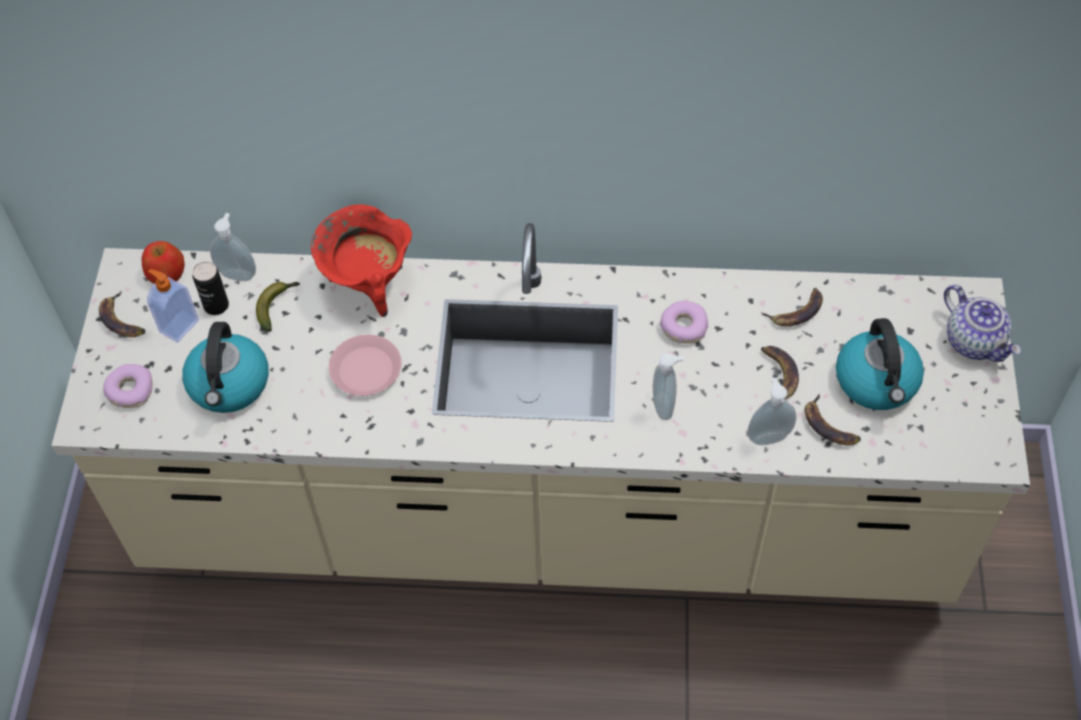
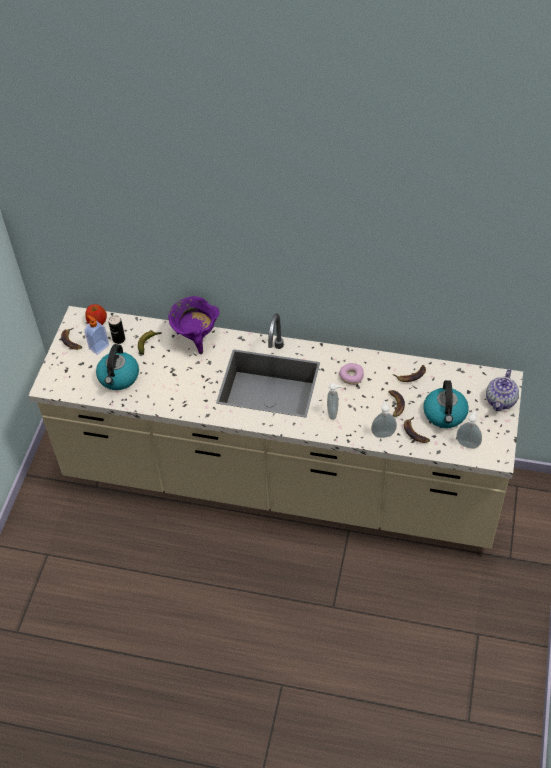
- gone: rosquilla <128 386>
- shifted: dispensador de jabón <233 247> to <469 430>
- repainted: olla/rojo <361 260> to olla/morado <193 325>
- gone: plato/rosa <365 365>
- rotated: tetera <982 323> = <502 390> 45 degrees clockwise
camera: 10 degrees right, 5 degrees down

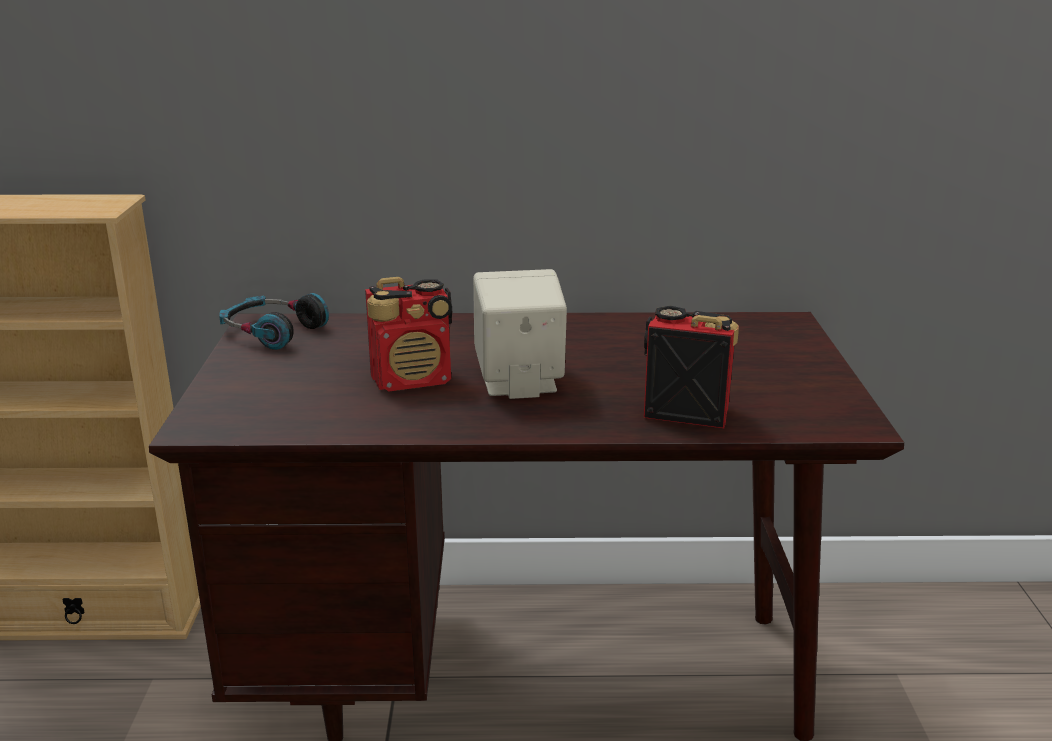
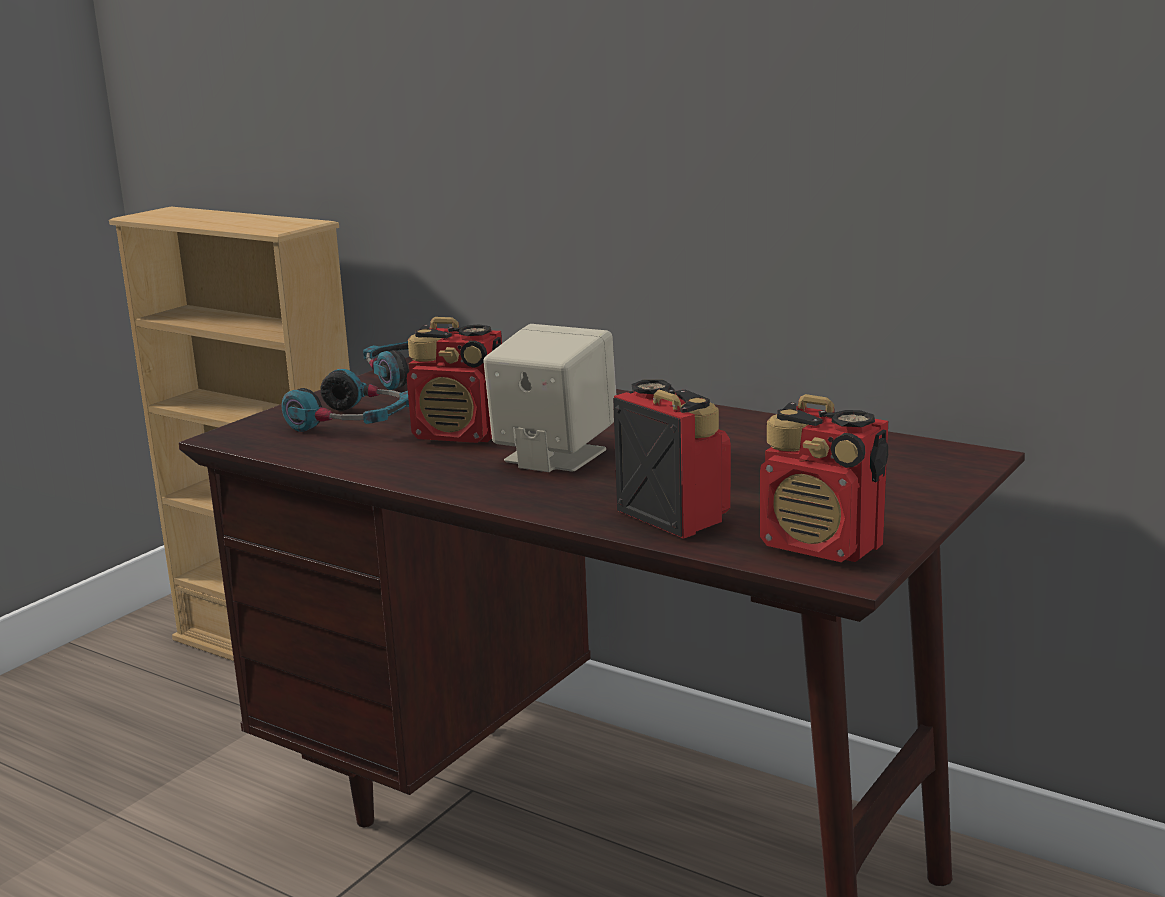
- new: auriculares <345 400>
- new: radio <824 478>
camera: 35 degrees right, 5 degrees down

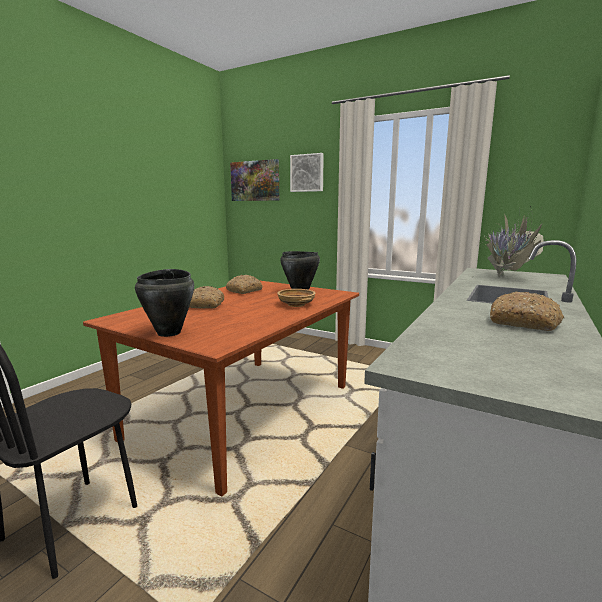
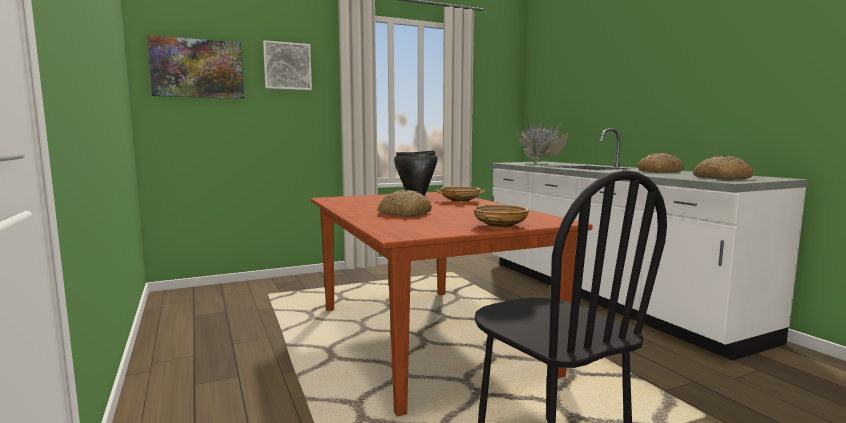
- swapped: olla/negro <164 303> to cuenco/beis <501 217>
- shifted: pan <244 284> to <723 168>
camera: 55 degrees left, 5 degrees down

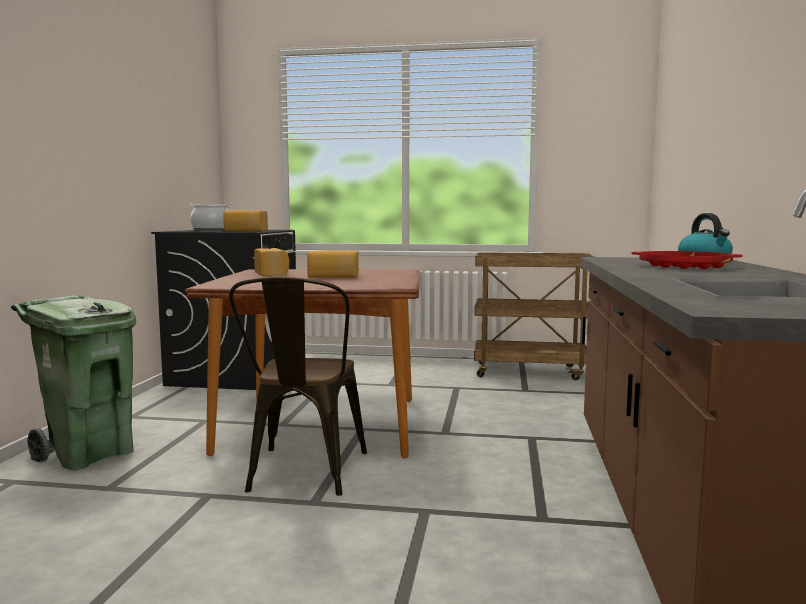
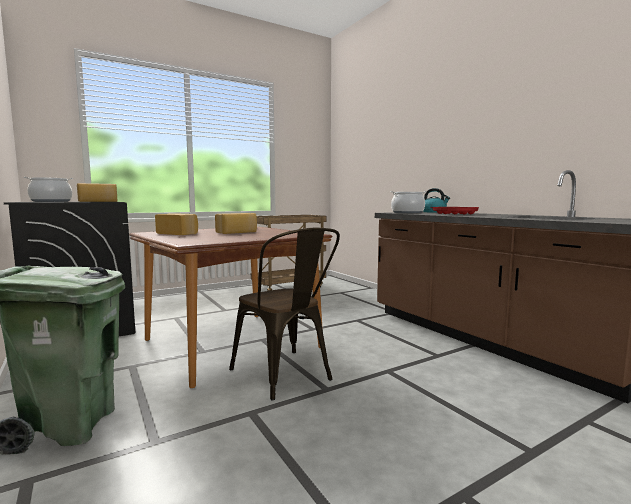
- new: olla <408 202>
camera: 40 degrees left, 0 degrees up

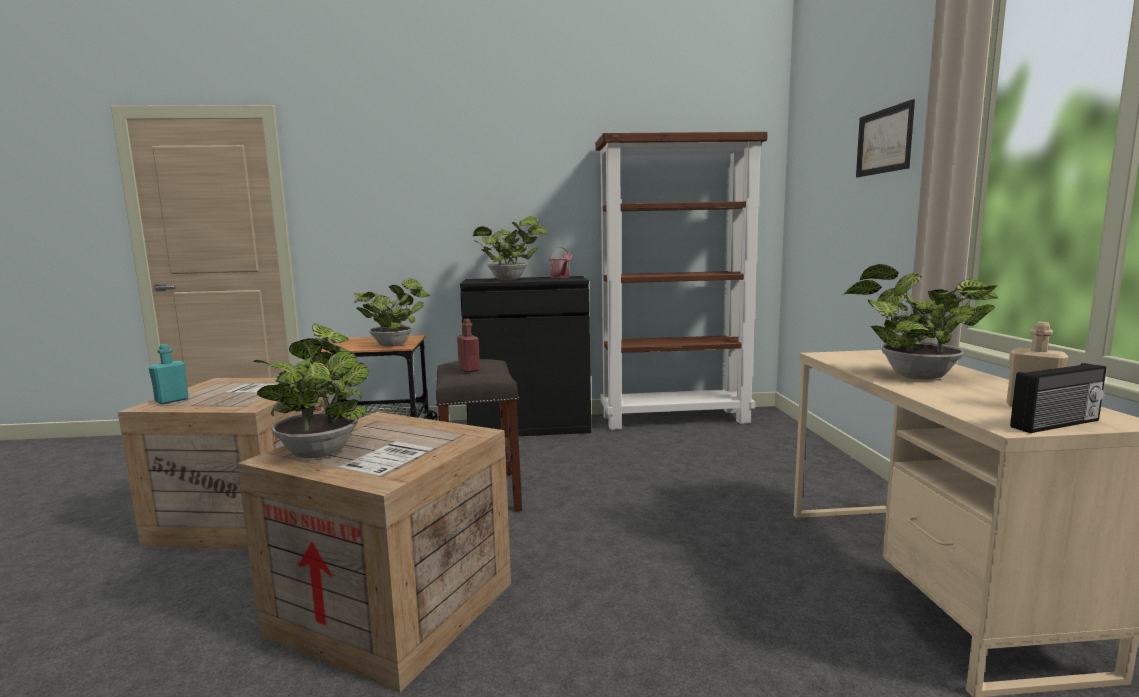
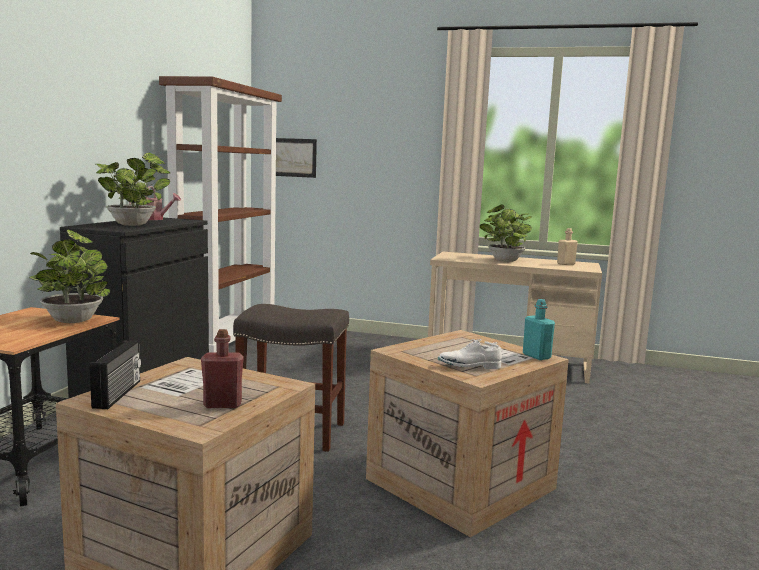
- shifted: botella/turquesa <168 374> to <539 329>
- swapped: planta en maceta <311 391> to zapato/blanco <470 354>
- shifted: botella/rojo <468 345> to <222 368>
- shifted: cuadro <885 138> to <296 158>
- shifted: radio <1058 398> to <115 374>
camera: 70 degrees left, 0 degrees up

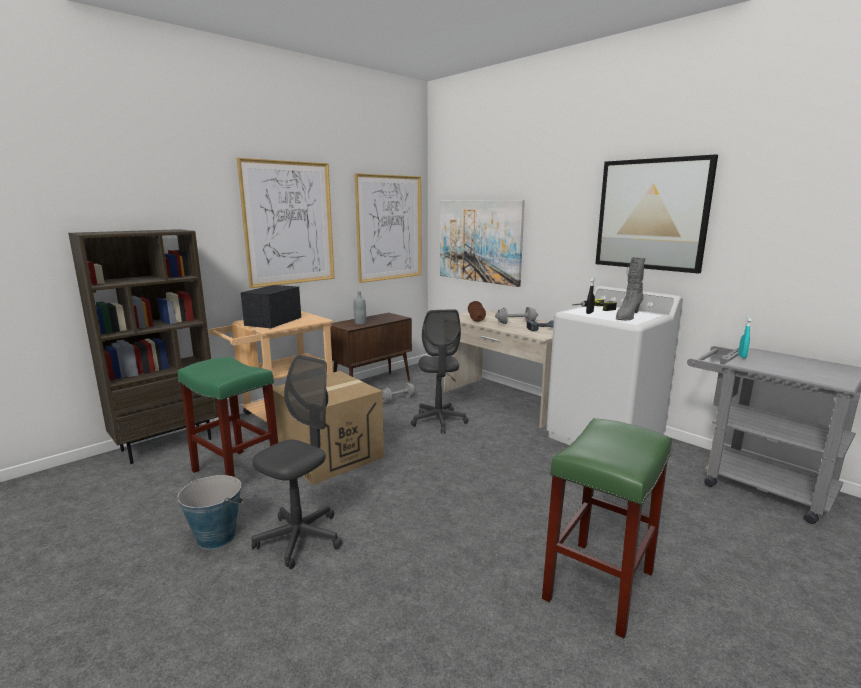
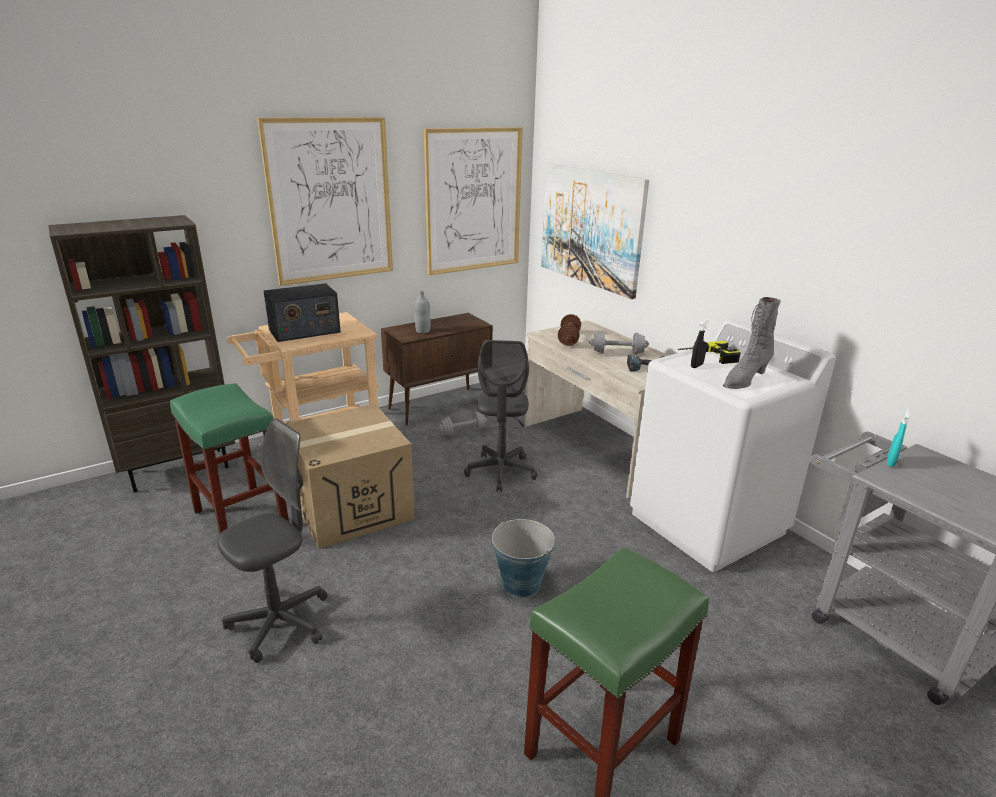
- shifted: cubo <210 512> to <523 558>
- rotated: radio <271 306> = <302 312> 150 degrees counterclockwise
- gone: cuadro <657 214>
camera: 10 degrees right, 10 degrees up

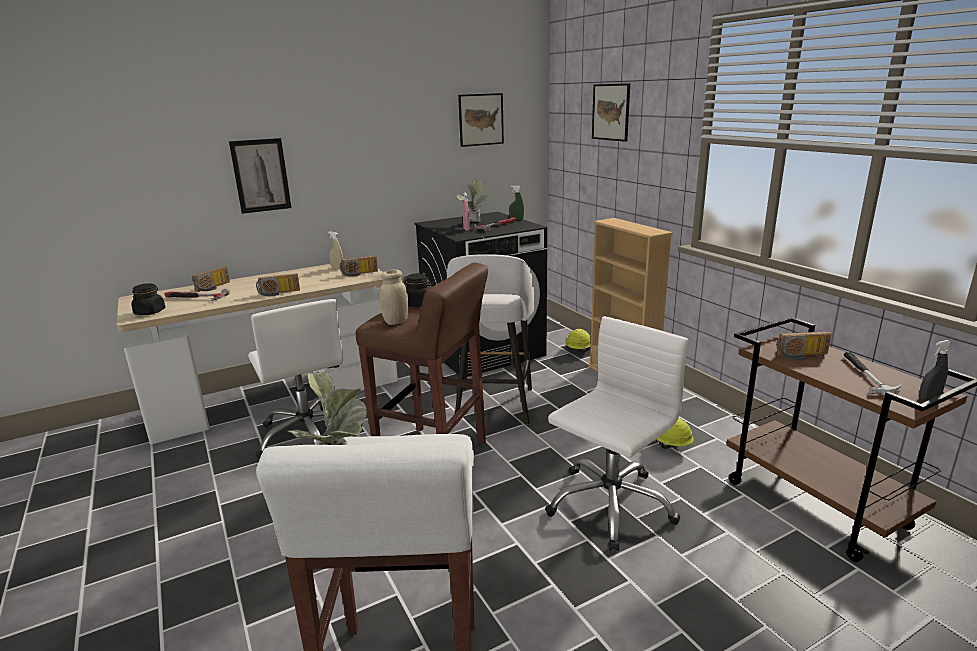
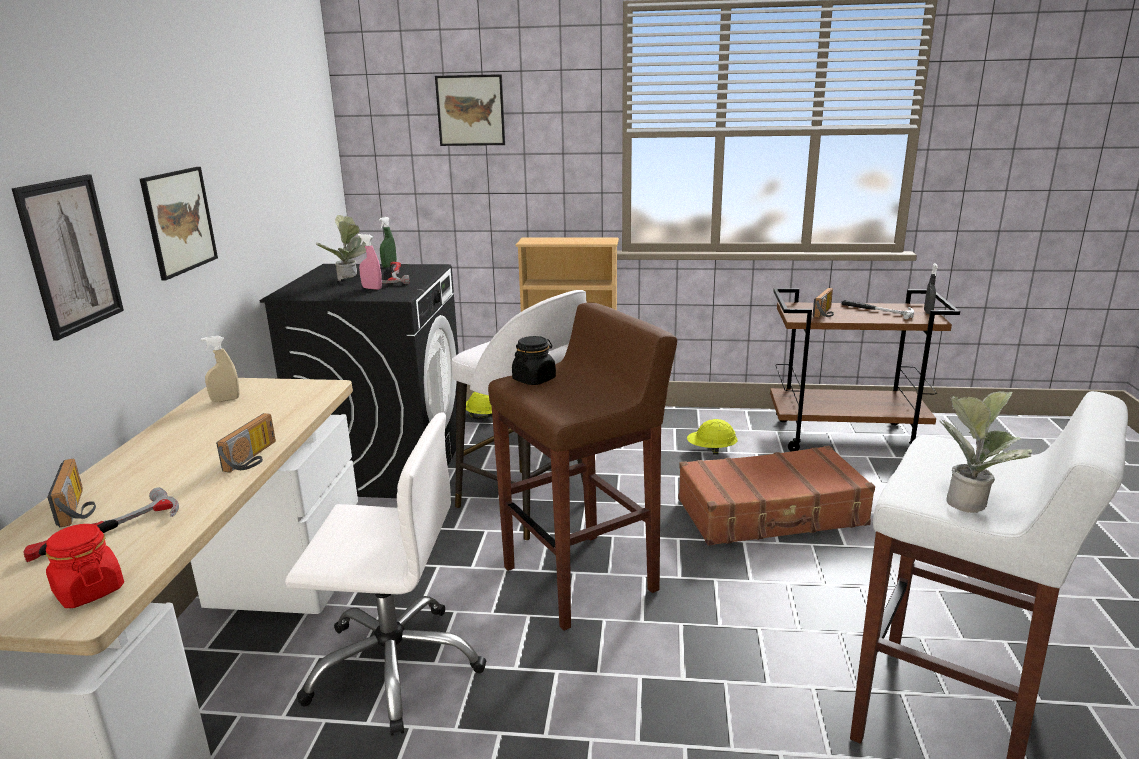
- repainted: tarro/negro <148 299> to tarro/rojo <85 566>
- gone: radio <359 266>
- gone: tarro/beis <394 297>
- shifted: cuadro <481 120> to <179 224>
- swapped: silla de oficina/blanco <617 433> to maleta/marrón <776 496>
camera: 55 degrees left, 0 degrees up

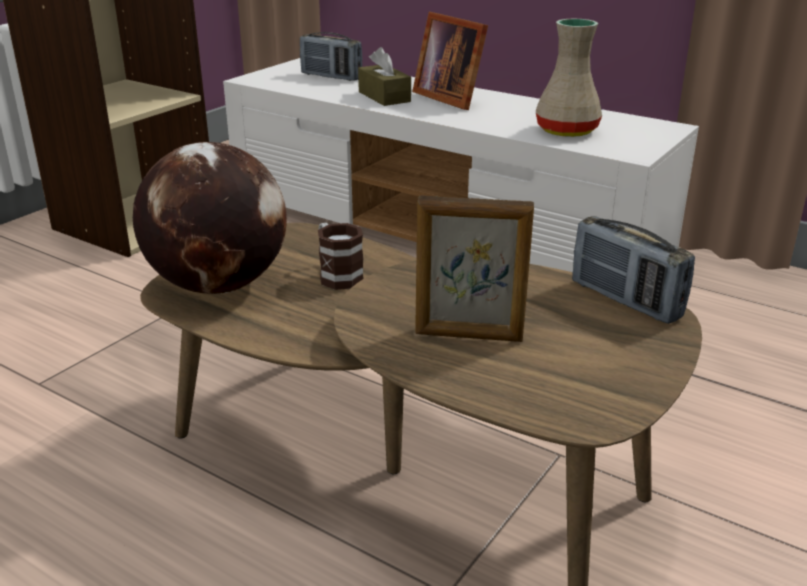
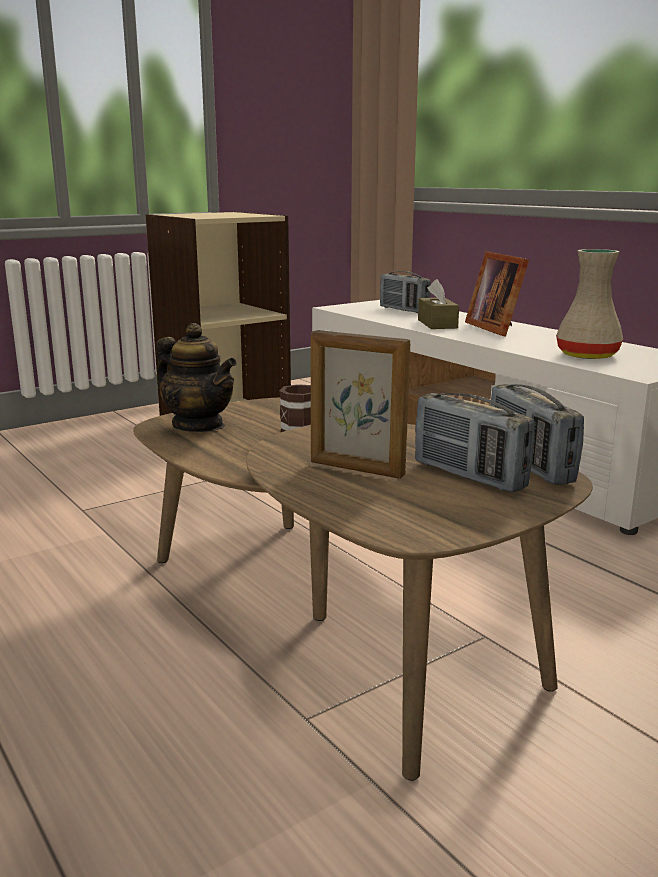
- swapped: globo terráqueo <210 218> to tetera <196 377>
- new: radio <475 442>
camera: 20 degrees right, 10 degrees down

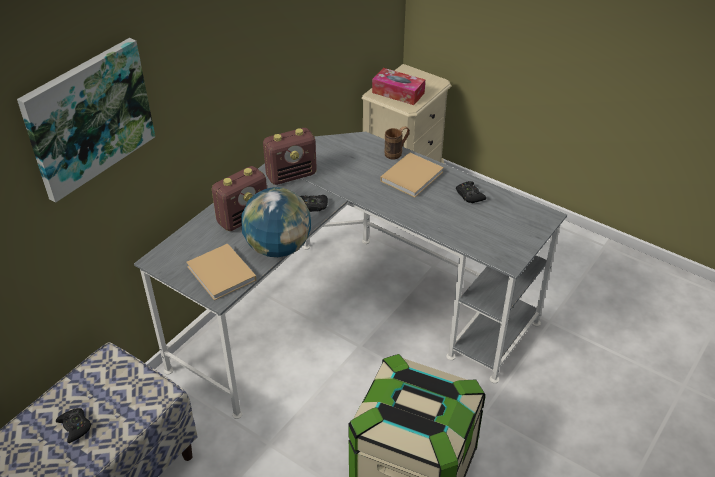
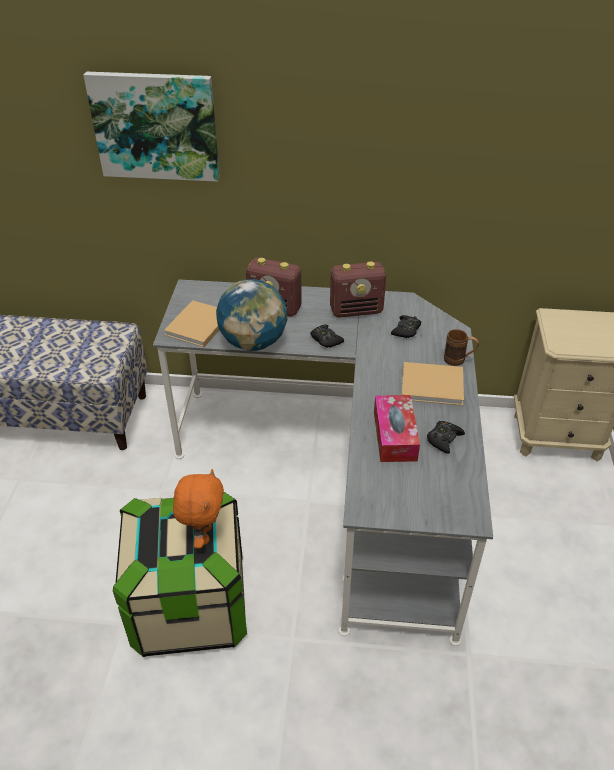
- shifted: mando de consola/negro <73 425> to <406 326>
- rotated: radio <290 156> = <358 290> 45 degrees counterclockwise
- shifted: caja de pañuelos <398 86> to <397 428>
- new: peluche/naranja <198 508>
camera: 60 degrees right, 0 degrees up

